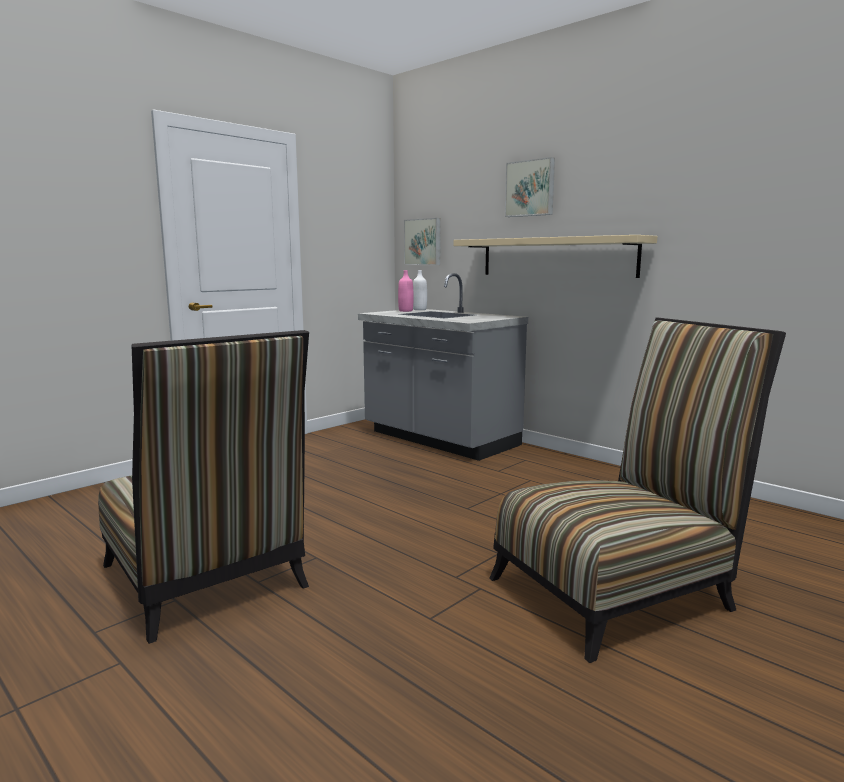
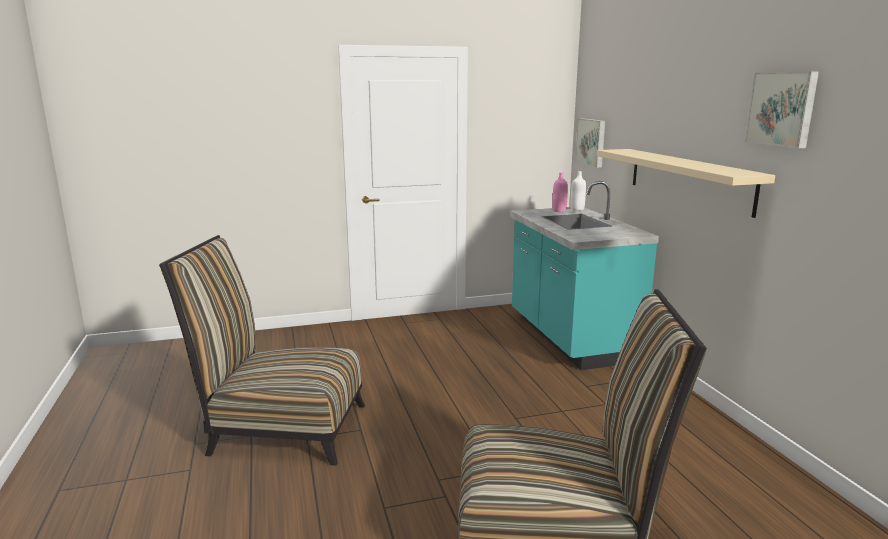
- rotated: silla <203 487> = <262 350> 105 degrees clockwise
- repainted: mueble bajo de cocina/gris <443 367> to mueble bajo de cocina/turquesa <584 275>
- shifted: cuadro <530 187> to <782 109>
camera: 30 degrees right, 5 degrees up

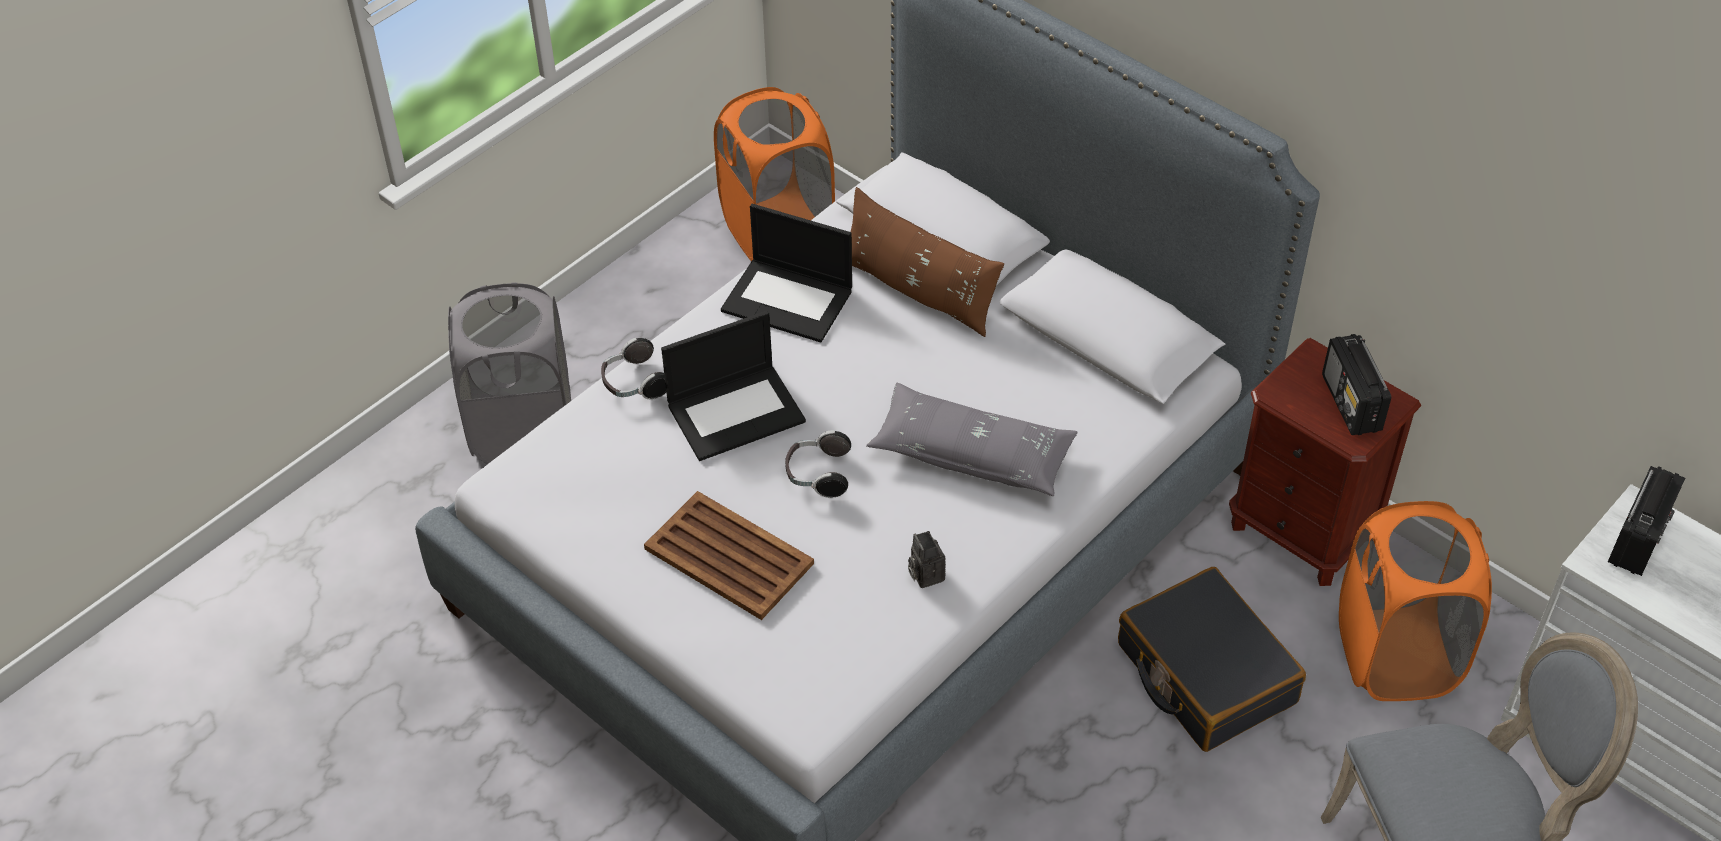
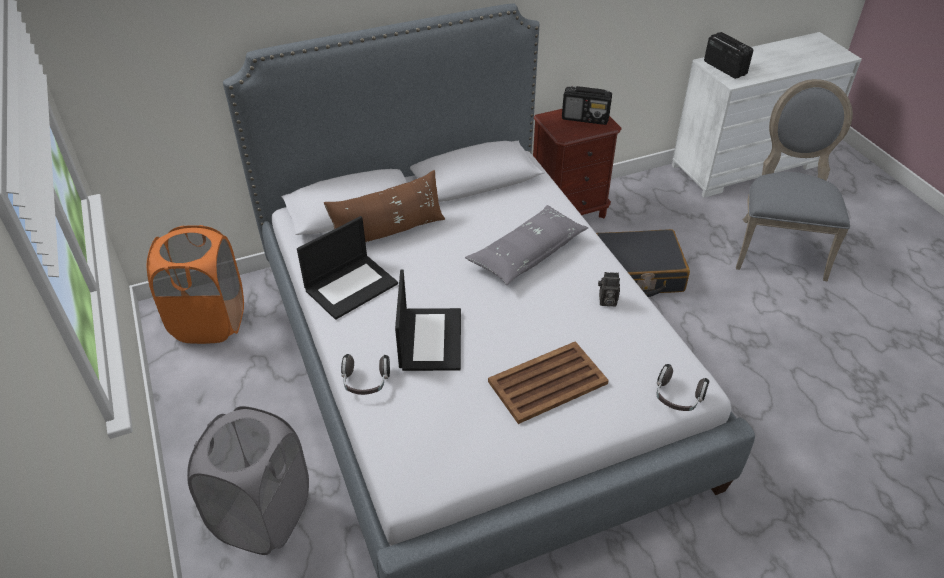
- shifted: auriculares <818 464> to <683 387>
- gone: cesto de la ropa/naranja <1415 601>
camera: 65 degrees left, 5 degrees down

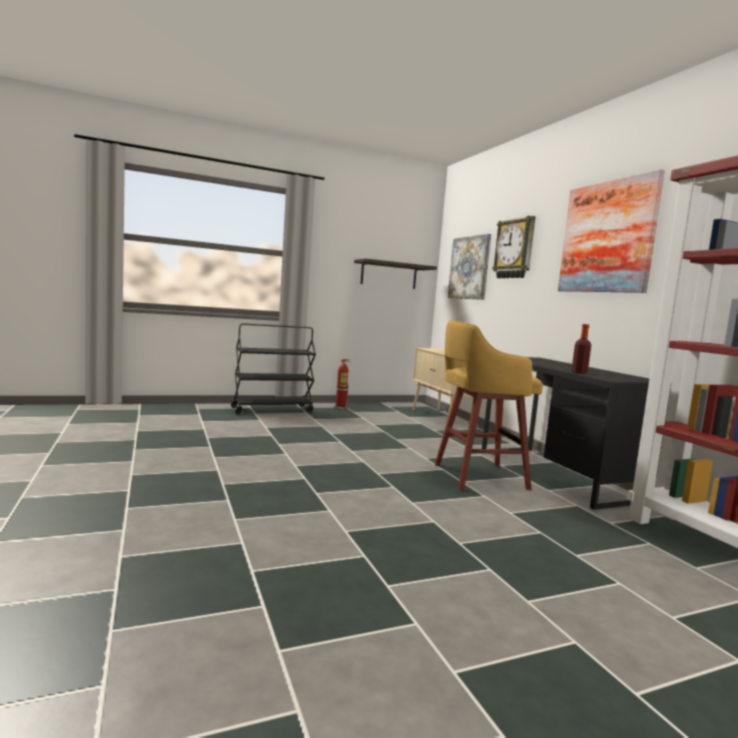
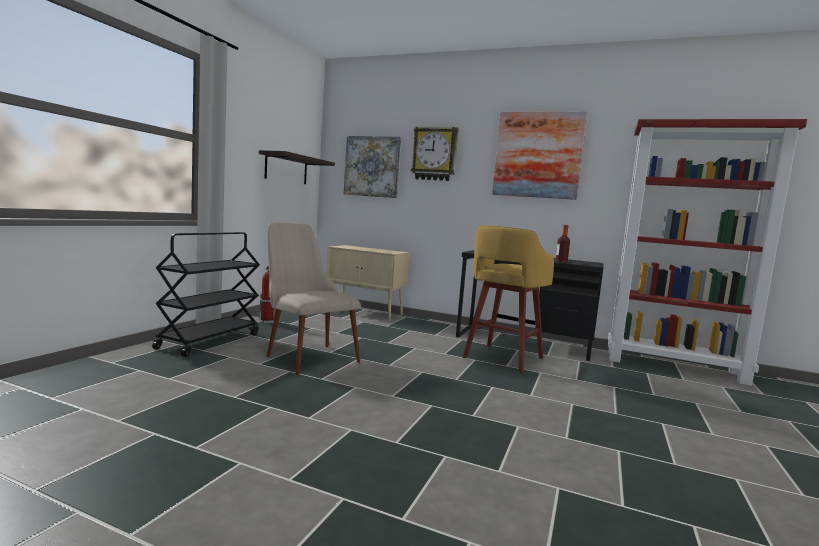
- new: silla/beis <314 298>
camera: 45 degrees left, 0 degrees up

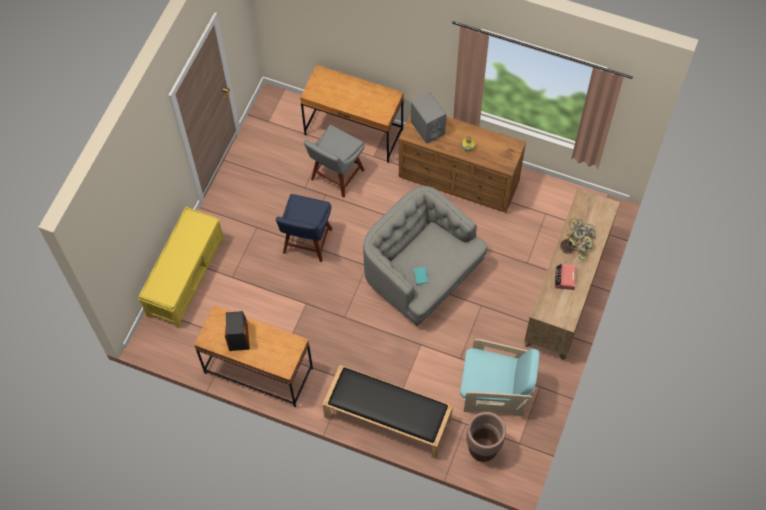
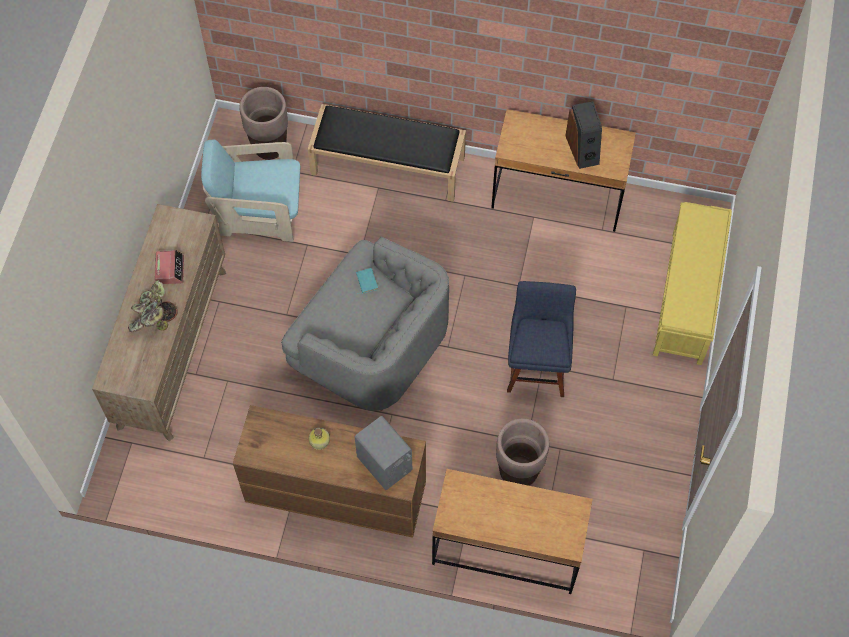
- swapped: silla/gris <334 161> to maceta/marrón <522 452>
camera: 170 degrees right, 0 degrees up

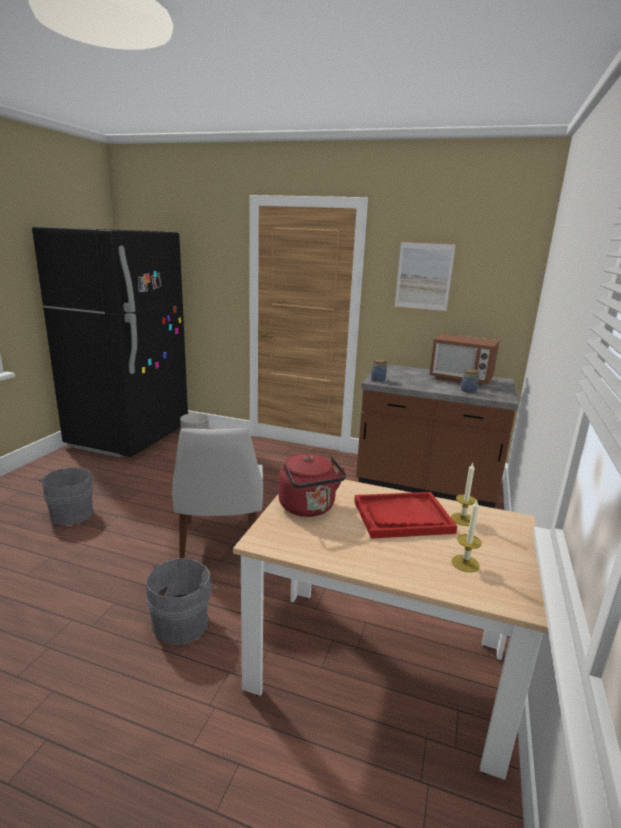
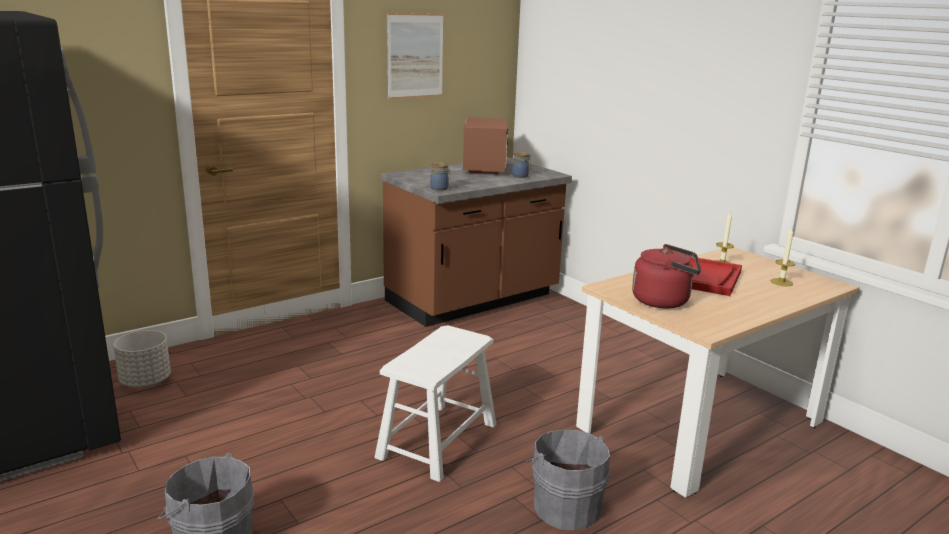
- swapped: silla/blanco <217 493> to taburete/blanco <435 403>
- rotated: microondas <464 359> = <486 145> 60 degrees counterclockwise
camera: 55 degrees left, 0 degrees up

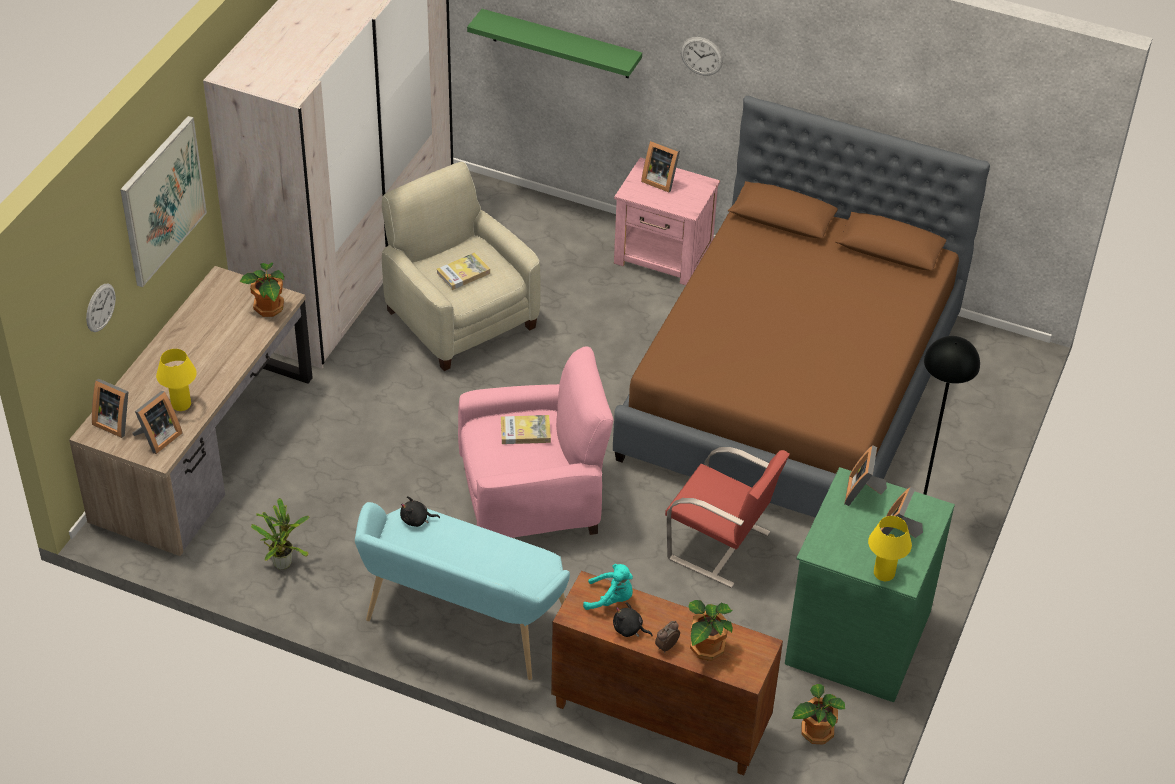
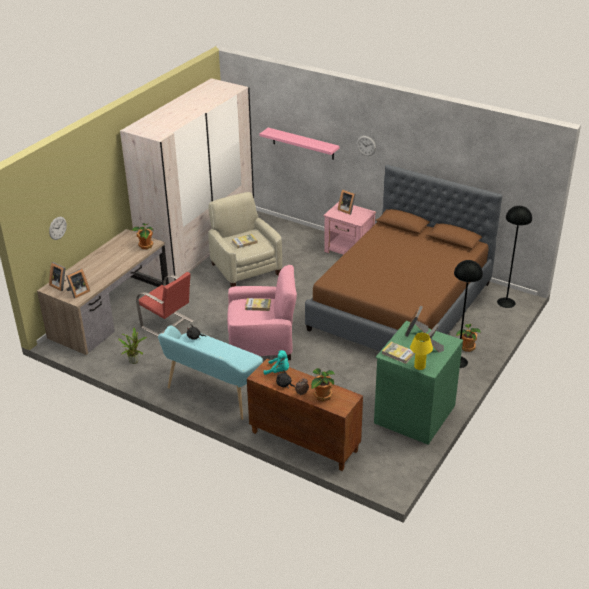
- gone: cuadro <163 201>
- gone: lámpara de mesa/amarillo <176 380>
- repainted: estante/verde <554 43> to estante/rosa <299 144>
- shifted: silla/rojo <727 517> to <165 304>
- shifted: planta en maceta <818 714> to <468 338>
- new: libro <398 353>
- new: lámpara de pie/negro <514 257>
camera: 10 degrees right, 10 degrees down

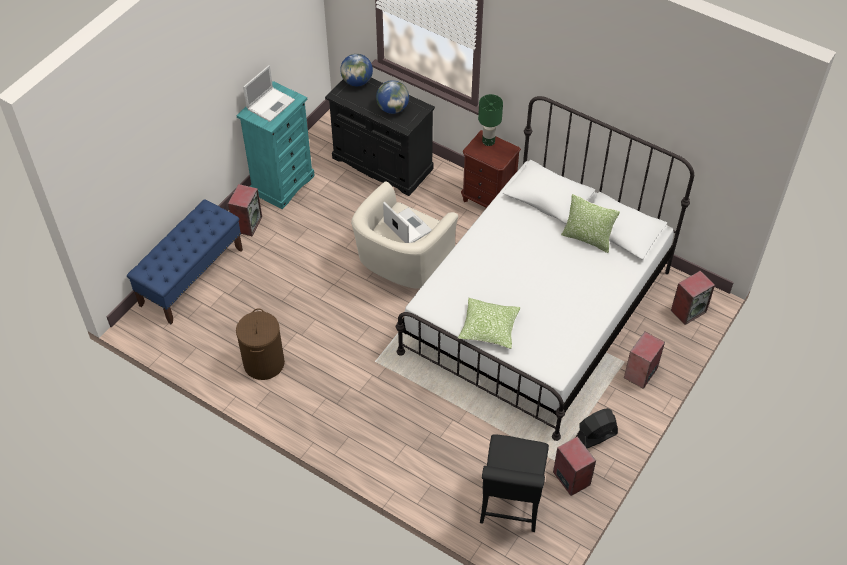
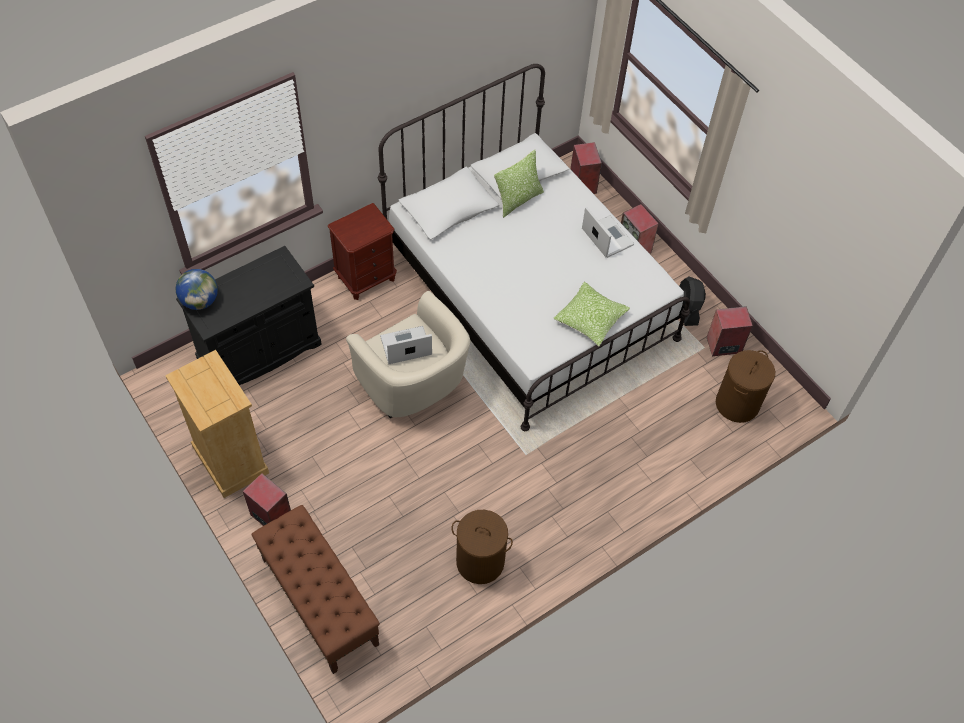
- repainted: banco/azul <185 261> to banco/marrón <315 589>
- repainted: cómoda/turquesa <276 145> to cómoda/beis <217 424>
- shifted: portátil <269 93> to <608 232>
- gone: globo terráqueo <392 97>
- gone: lámpara de mesa/verde <490 120>
- swapped: silla/negro <514 483> to cesto de la ropa/marrón <745 386>
camera: 70 degrees left, 5 degrees up

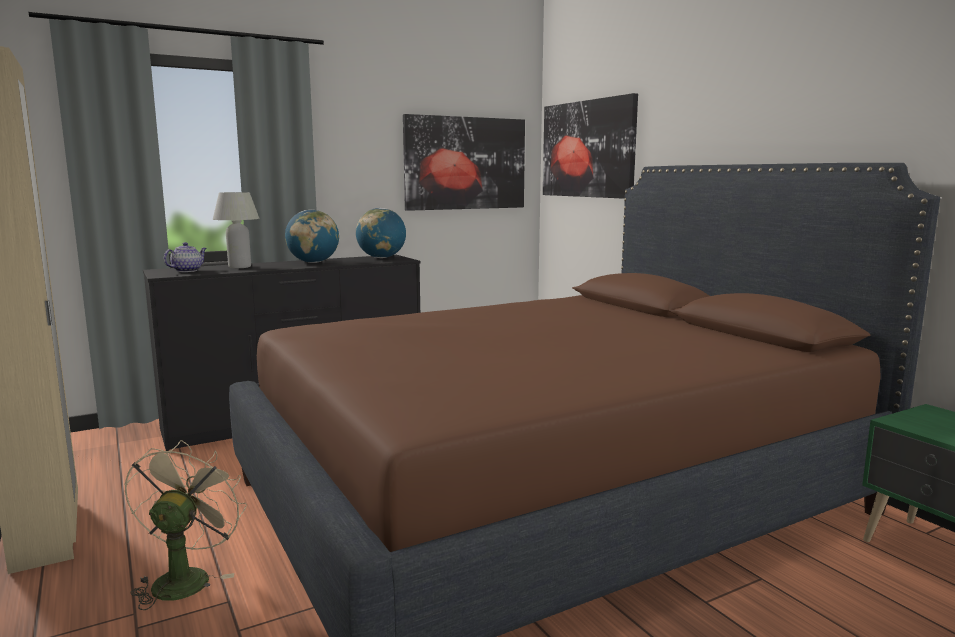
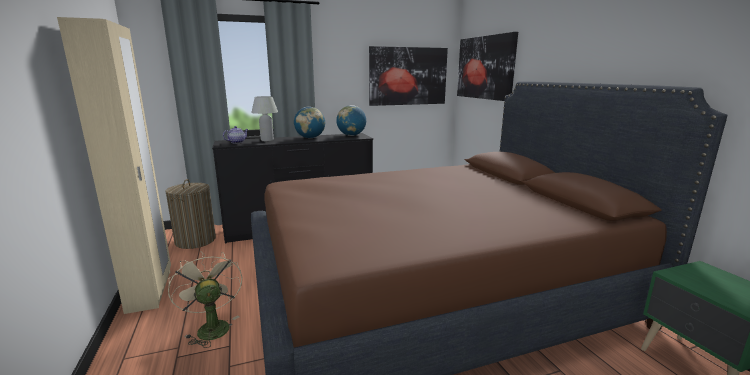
- rotated: ventilador/beis <185 525> = <205 300> 45 degrees counterclockwise
- new: cesto de la ropa <190 214>
camera: 10 degrees right, 5 degrees up

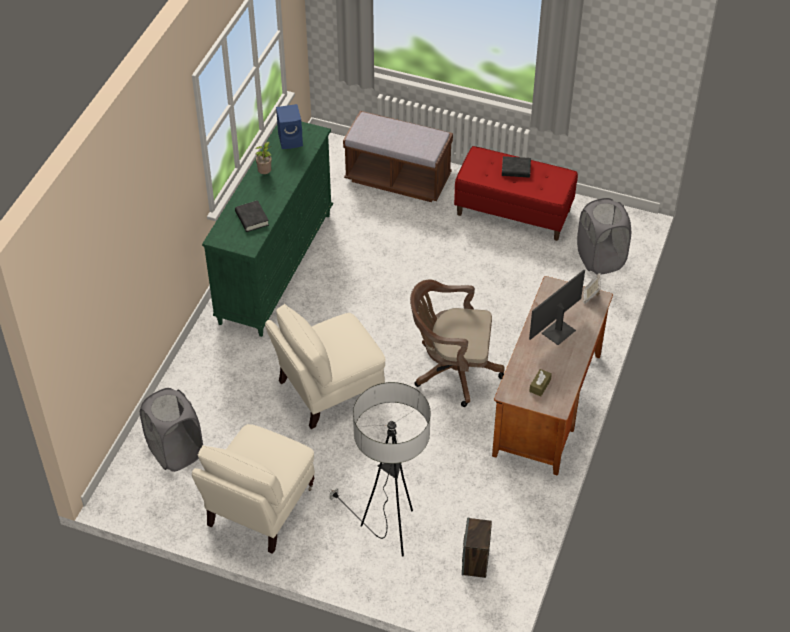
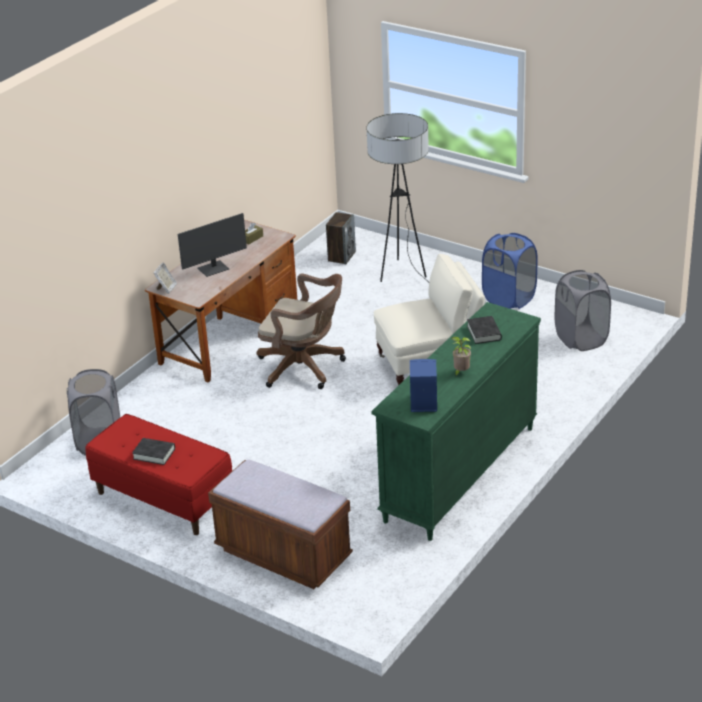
- swapped: sillón/beis <253 489> to cesto de la ropa/azul <510 271>
camera: 165 degrees left, 15 degrees down

